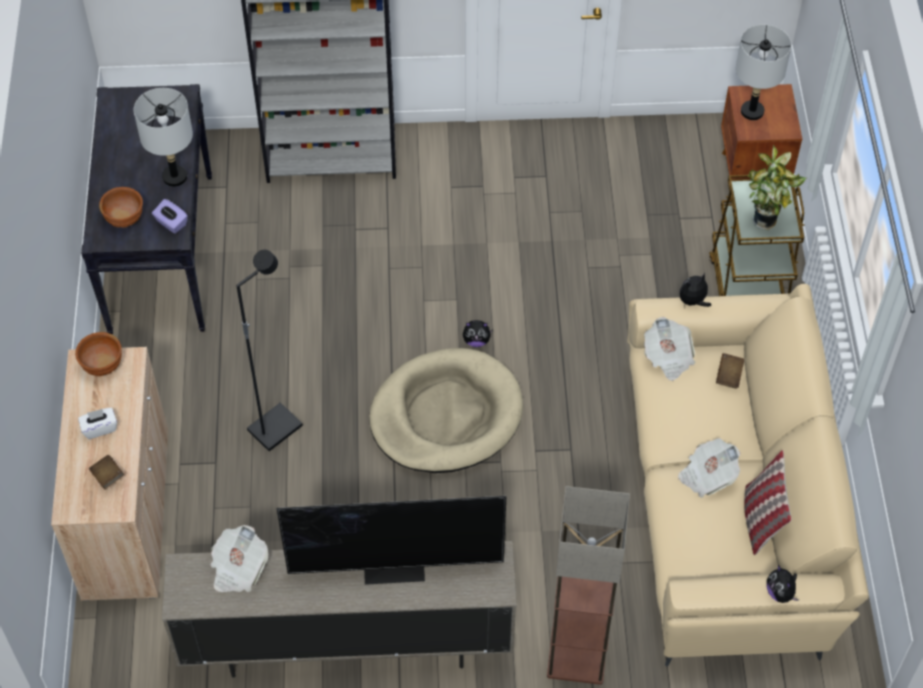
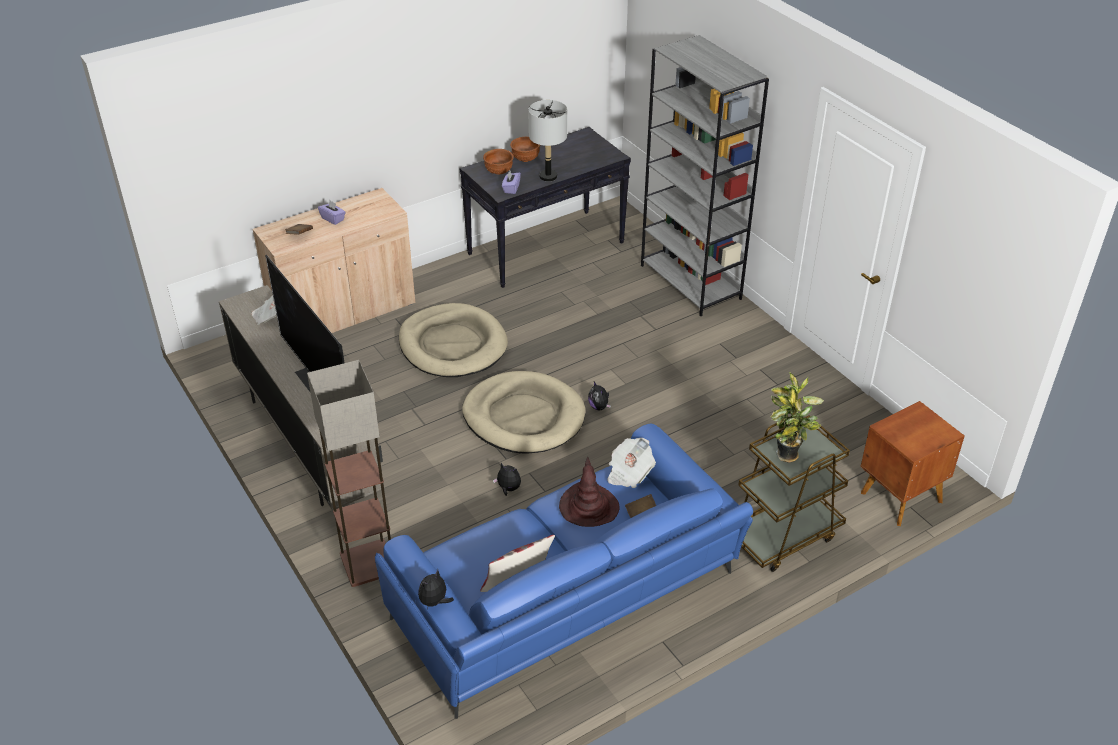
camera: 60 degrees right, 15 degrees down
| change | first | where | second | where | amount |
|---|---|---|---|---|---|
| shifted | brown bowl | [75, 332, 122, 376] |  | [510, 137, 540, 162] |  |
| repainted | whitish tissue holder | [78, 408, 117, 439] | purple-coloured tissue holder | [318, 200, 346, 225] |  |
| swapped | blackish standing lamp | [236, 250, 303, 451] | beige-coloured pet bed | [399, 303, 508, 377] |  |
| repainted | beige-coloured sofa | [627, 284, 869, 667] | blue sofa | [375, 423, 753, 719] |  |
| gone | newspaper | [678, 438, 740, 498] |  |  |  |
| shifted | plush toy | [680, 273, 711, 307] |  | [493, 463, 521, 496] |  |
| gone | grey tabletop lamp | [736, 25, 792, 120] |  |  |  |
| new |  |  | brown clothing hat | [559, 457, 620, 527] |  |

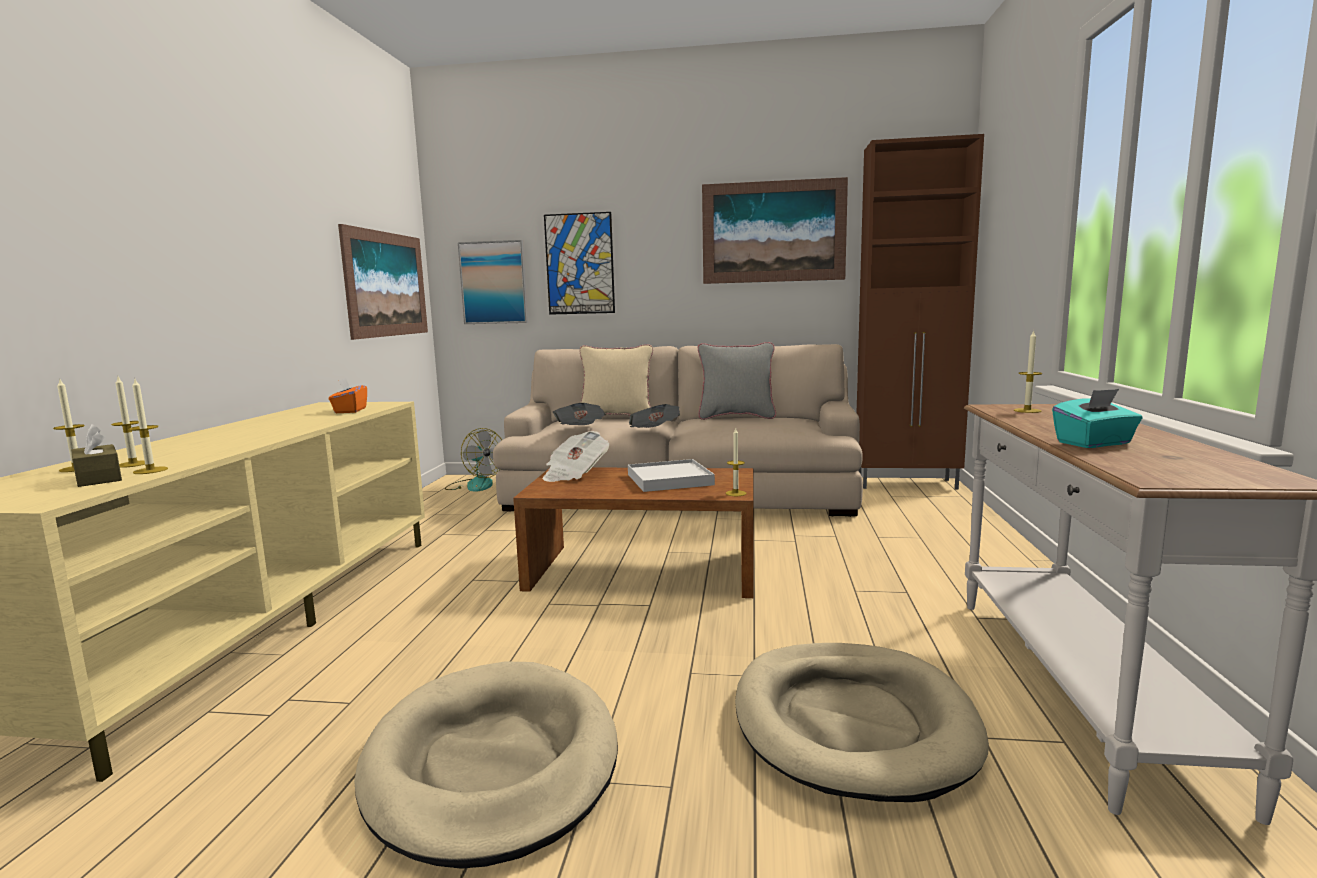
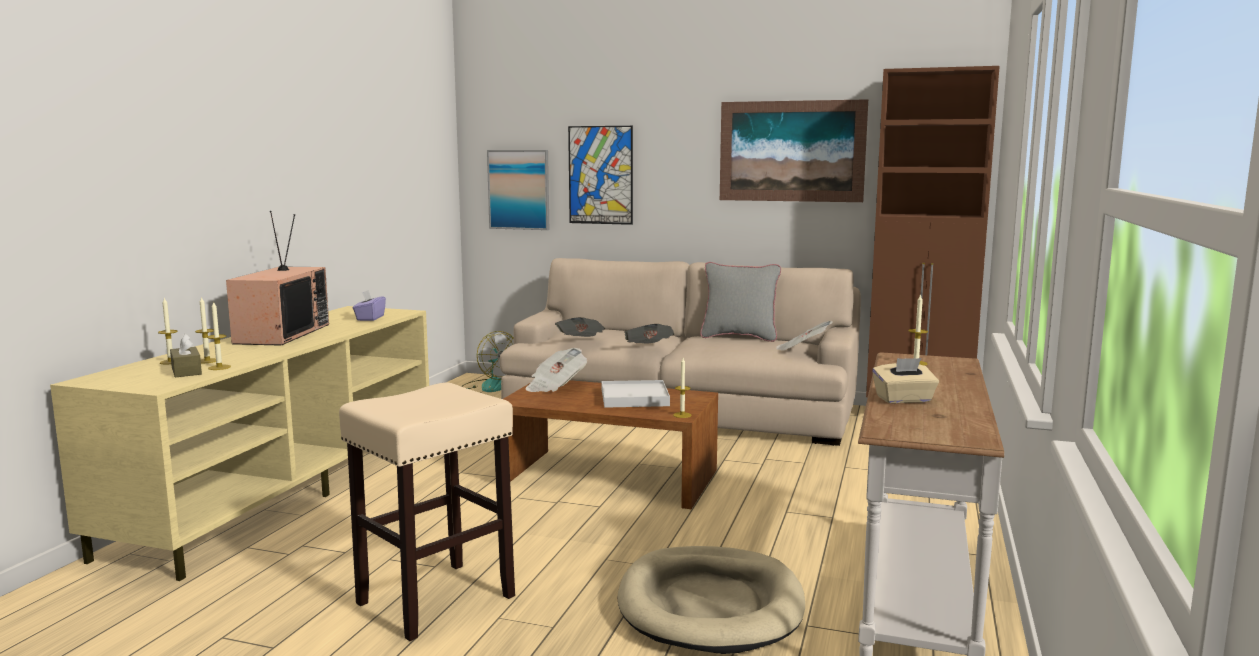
camera: 10 degrees right, 0 degrees up
| change | first | where | second | where | amount |
|---|---|---|---|---|---|
| repainted | orange-coloured tissue holder | [329, 378, 367, 413] | purple-coloured tissue holder | [353, 290, 386, 321] |  |
| gone | wall picture | [338, 224, 428, 340] |  |  |  |
| swapped | beige-coloured pet bed | [354, 661, 618, 869] | beige-coloured sitting stool | [339, 382, 515, 641] |  |
| gone | beige-coloured throw pillow | [580, 344, 653, 416] |  |  |  |
| repainted | turquoise-coloured tissue holder | [1052, 389, 1142, 448] | beige-coloured tissue holder | [872, 358, 939, 404] |  |
| new |  |  | TV | [226, 211, 329, 346] |  |
| new |  |  | newspaper | [776, 321, 833, 351] |  |

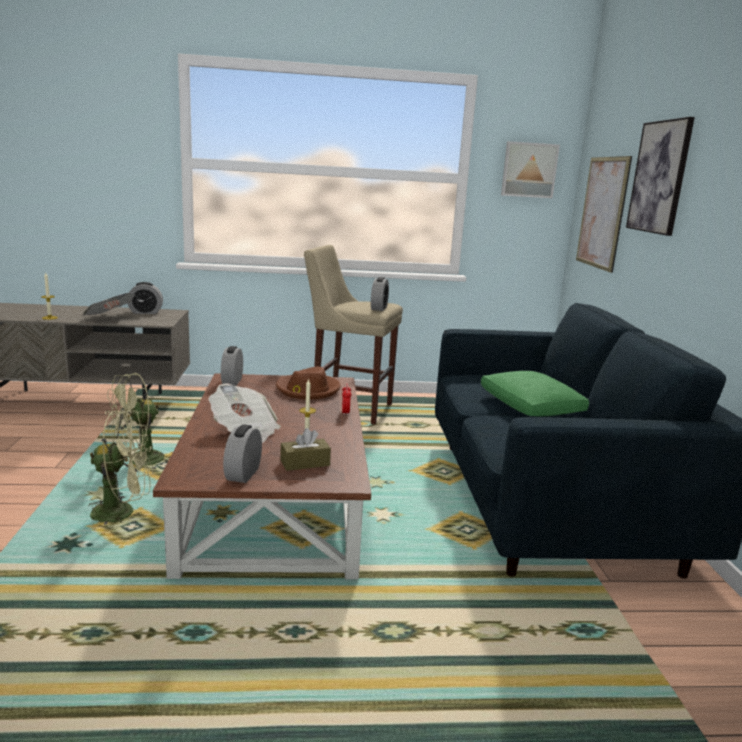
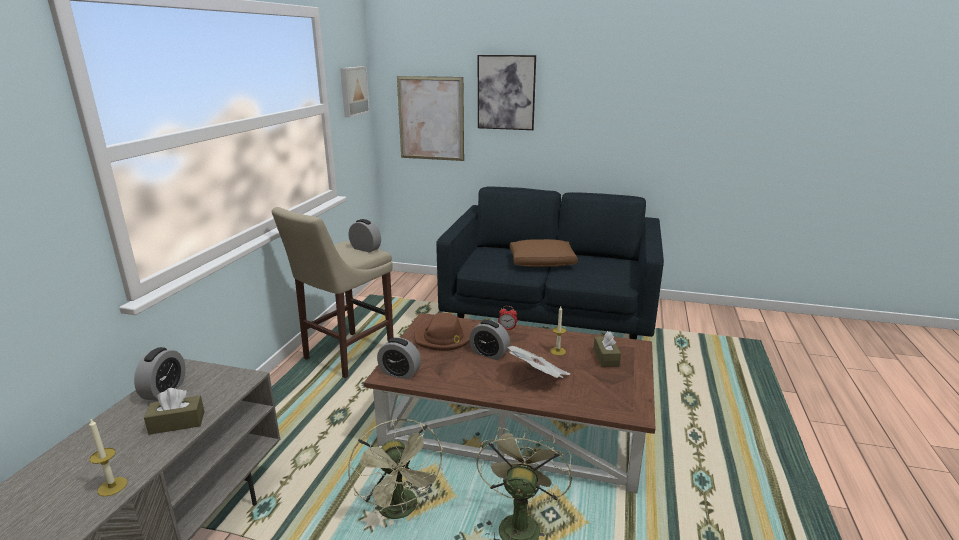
camera: 70 degrees left, 5 degrees up
| change | first | where | second | where | amount |
|---|---|---|---|---|---|
| swapped | newspaper | [82, 293, 135, 316] | brown tissue holder | [144, 388, 204, 435] |  |
| shifted | alarm clock | [223, 424, 262, 483] |  | [469, 320, 510, 360] |  |
| repainted | green-coloured throw pillow | [481, 371, 589, 417] | brown throw pillow | [510, 239, 578, 267] |  |

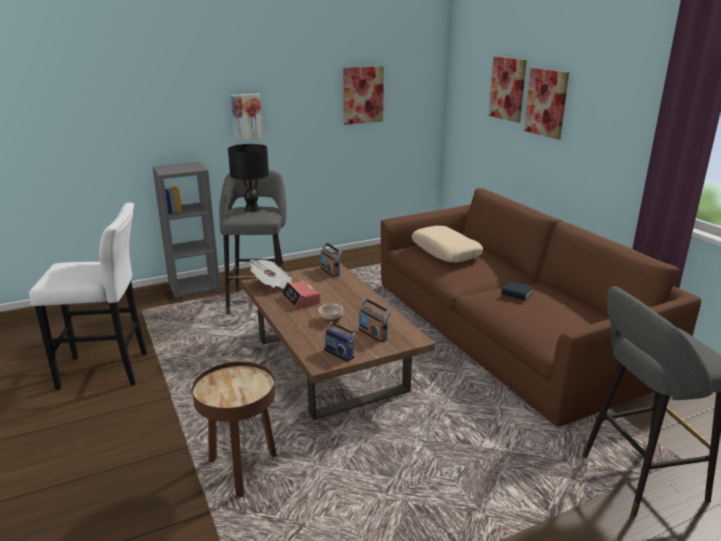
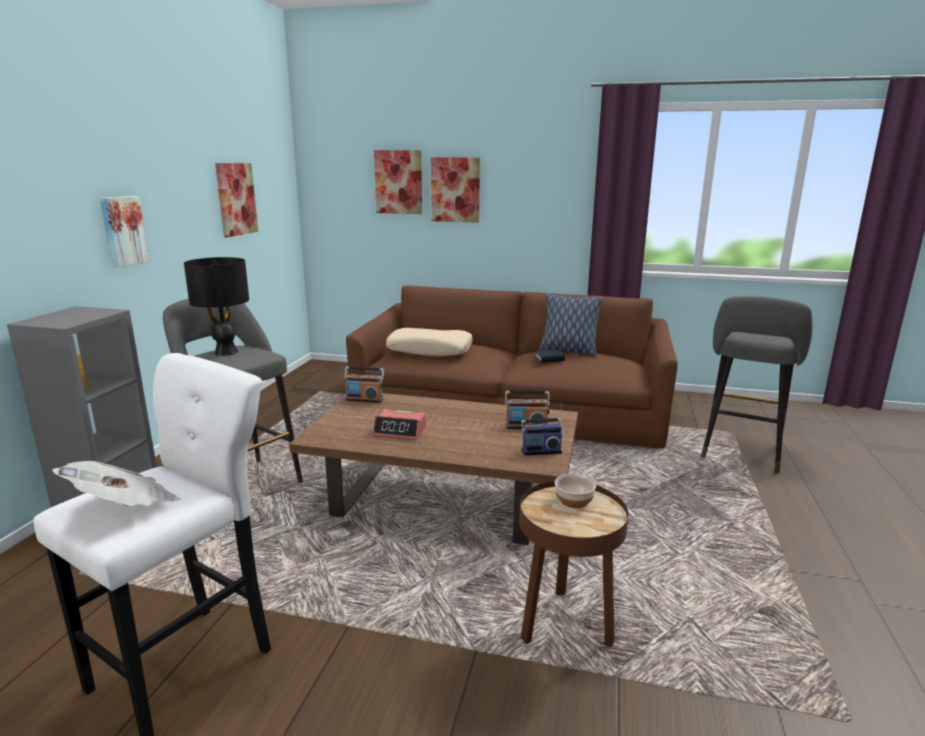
camera: 50 degrees left, 5 degrees down
| change | first | where | second | where | amount |
|---|---|---|---|---|---|
| shifted | newspaper | [250, 260, 292, 289] |  | [52, 461, 182, 506] |  |
| shifted | bowl | [318, 303, 343, 324] |  | [555, 474, 596, 509] |  |
| new |  |  | throw pillow | [539, 293, 603, 356] |  |

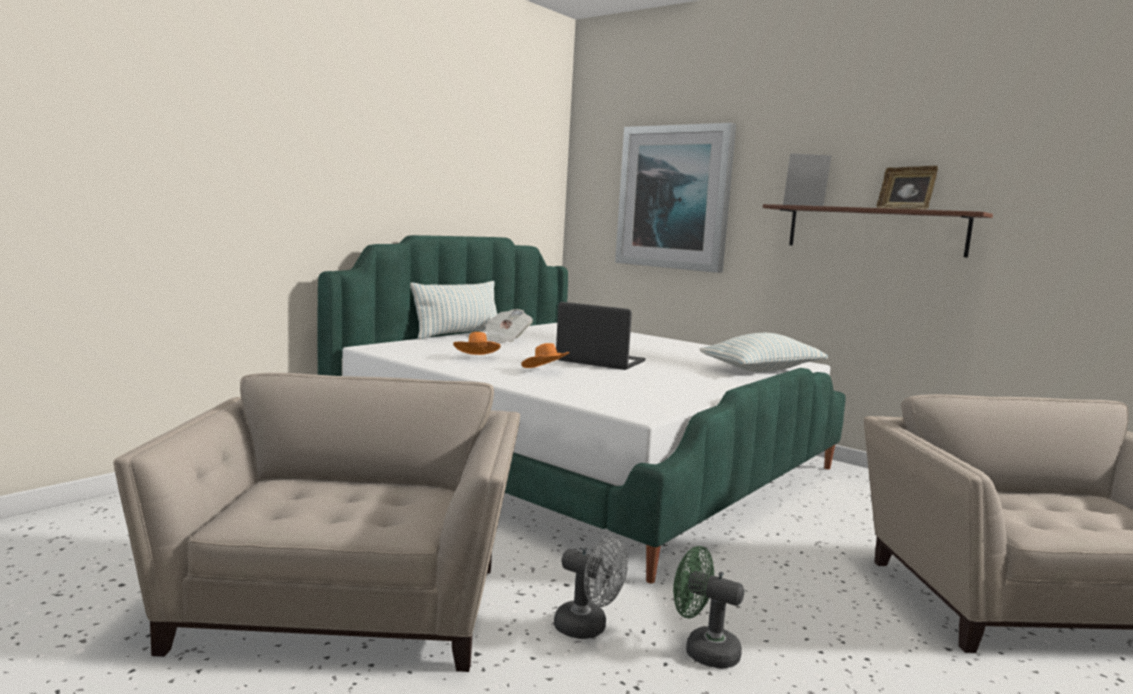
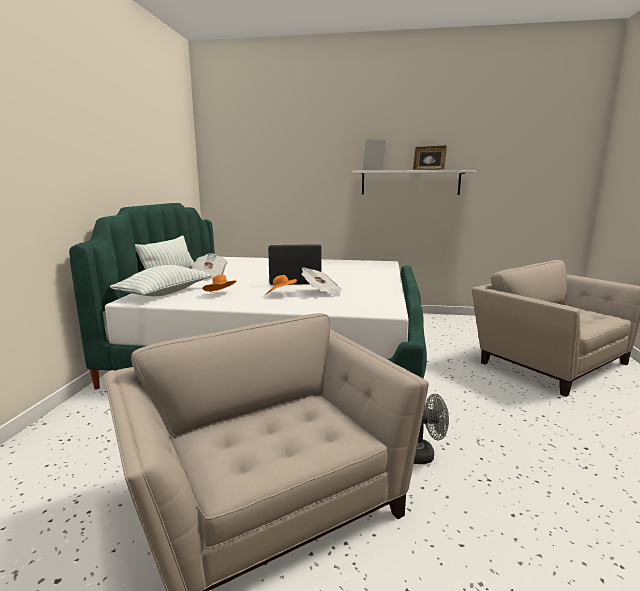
camera: 30 degrees left, 5 degrees up
| change | first | where | second | where | amount |
|---|---|---|---|---|---|
| gone | wall picture | [615, 123, 736, 273] |  |  |  |
| gone | green-coloured electric fan | [673, 546, 744, 669] |  |  |  |
| shifted | throw pillow | [699, 333, 828, 372] |  | [110, 265, 211, 296] |  |
| repainted | brown wall shelf | [763, 204, 993, 258] | whitish wall shelf | [352, 170, 476, 195] |  |
| new |  |  | newspaper | [302, 267, 342, 297] |  |

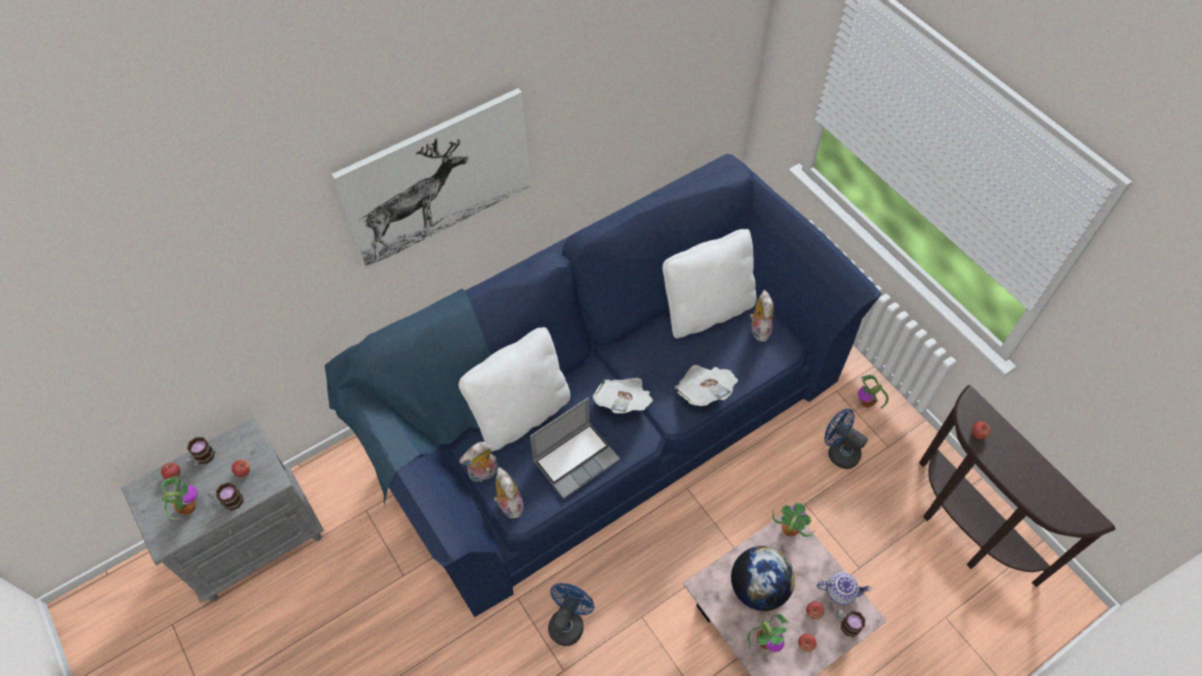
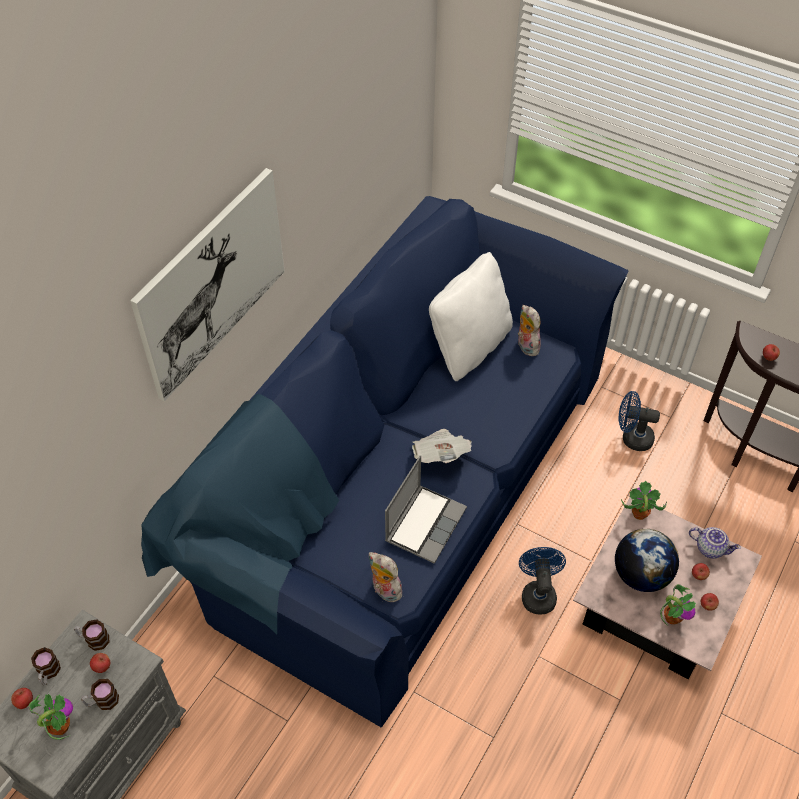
camera: 25 degrees left, 5 degrees down
| change | first | where | second | where | amount |
|---|---|---|---|---|---|
| gone | whitish throw pillow | [459, 327, 570, 452] |  |  |  |
| gone | plush toy | [459, 442, 498, 482] |  |  |  |
| shifted | blue electric fan | [548, 583, 595, 646] |  | [519, 547, 566, 615] |  |
| gone | newspaper | [674, 365, 738, 406] |  |  |  |
| rotated | teapot | [817, 573, 872, 605] |  | [689, 527, 741, 559] | 45 degrees clockwise |
| shifted | mug | [835, 610, 865, 637] |  | [74, 620, 109, 651] |  |
| gone | potted plant | [858, 375, 889, 409] |  |  |  |

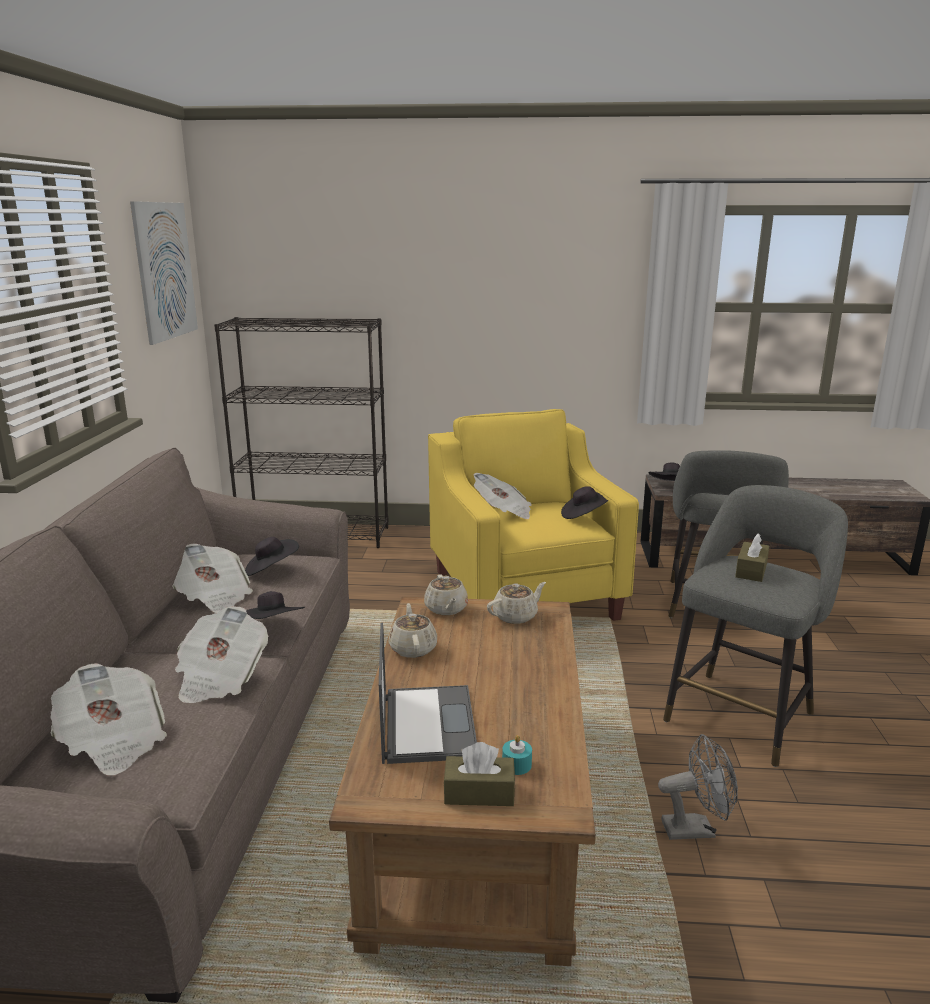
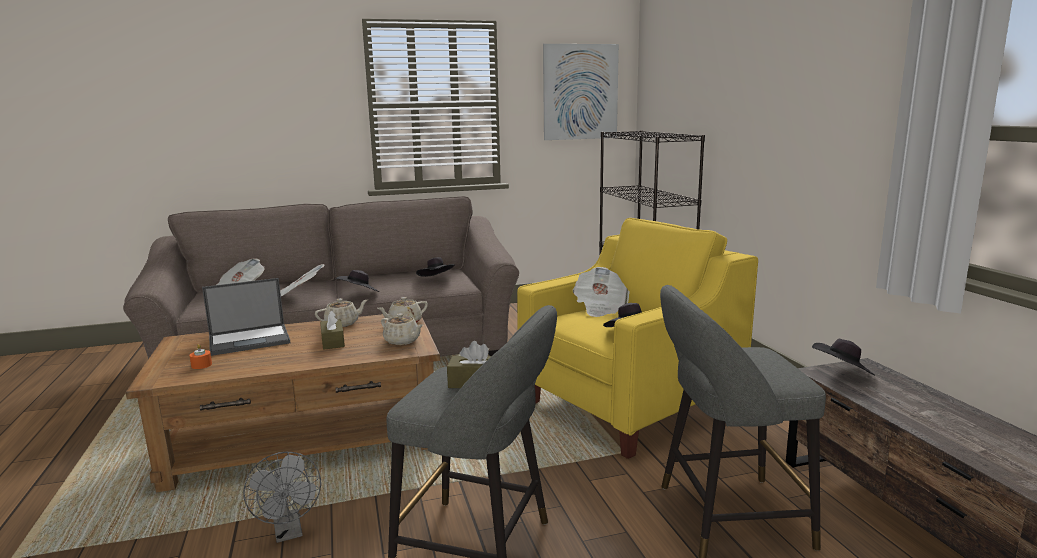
camera: 70 degrees right, 5 degrees down
| change | first | where | second | where | amount |
|---|---|---|---|---|---|
| gone | newspaper | [172, 543, 252, 613] |  |  |  |
| shifted | brown tissue holder | [443, 742, 515, 806] |  | [320, 310, 345, 350] |  |
| repainted | turquoise-coloured candle | [502, 735, 532, 775] | orange-coloured candle | [189, 344, 212, 369] |  |

